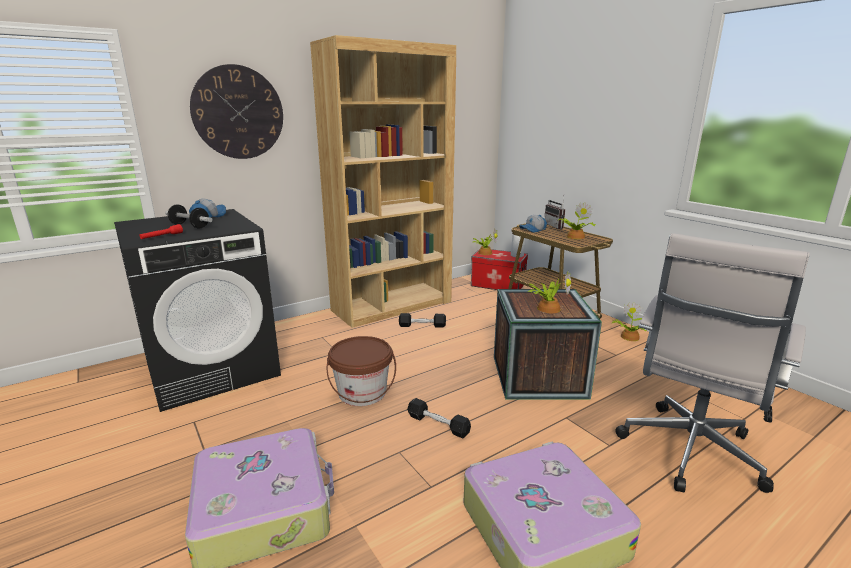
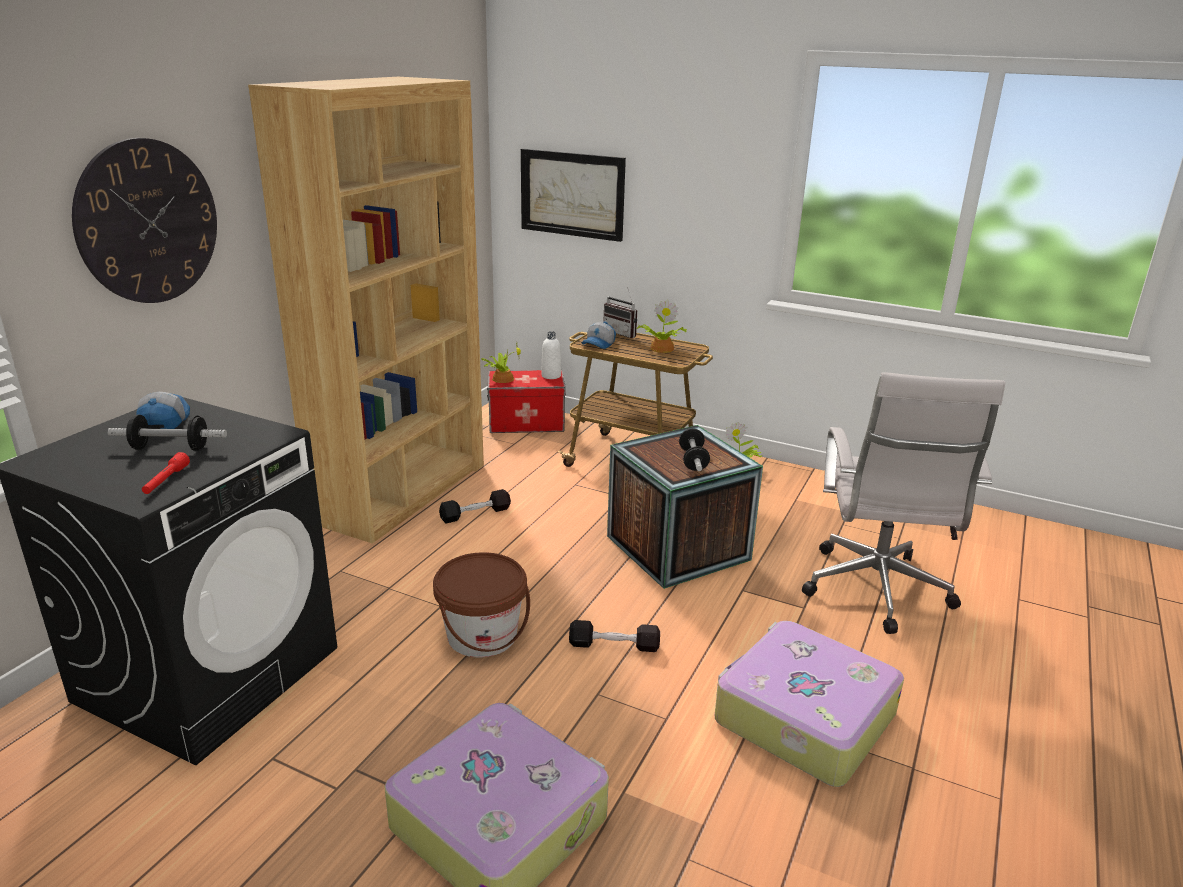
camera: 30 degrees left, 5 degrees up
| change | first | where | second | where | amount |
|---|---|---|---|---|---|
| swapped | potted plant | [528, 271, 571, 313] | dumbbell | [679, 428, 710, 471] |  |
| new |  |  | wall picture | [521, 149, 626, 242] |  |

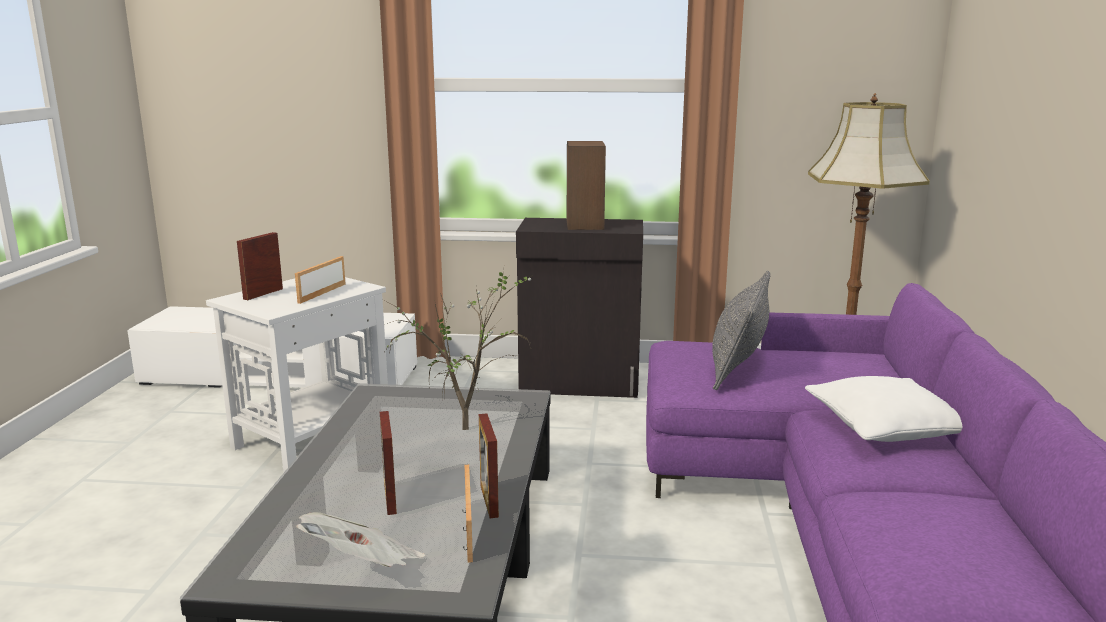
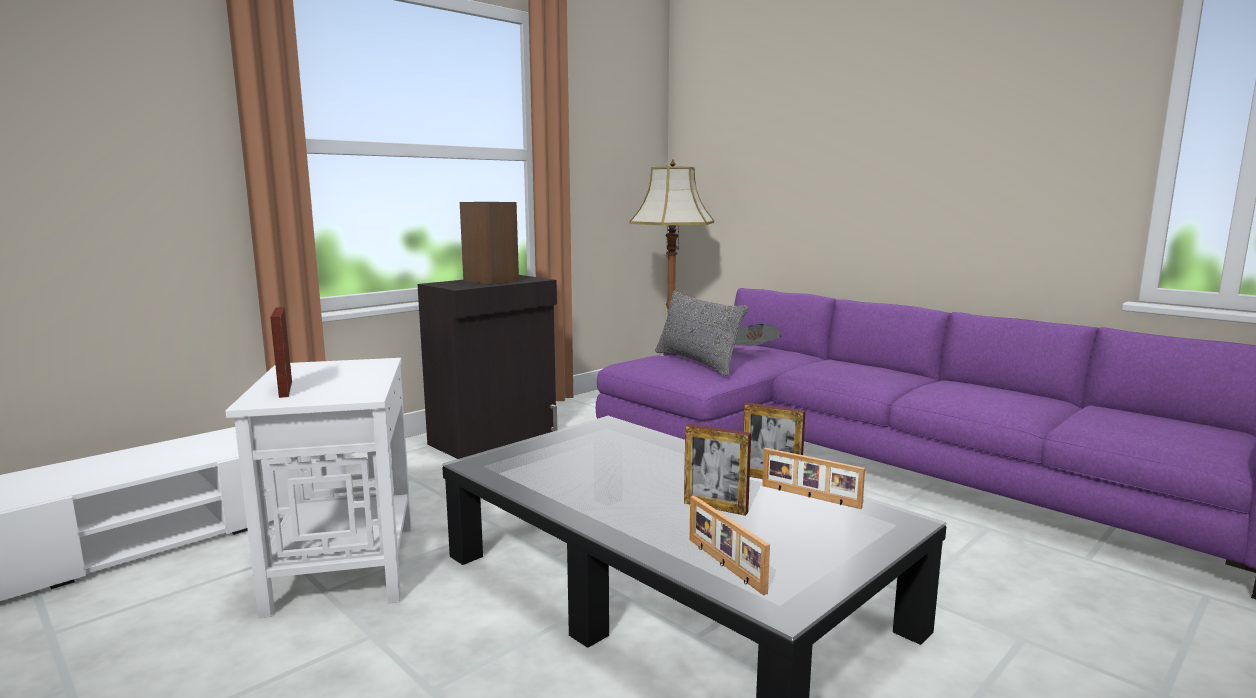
camera: 50 degrees left, 5 degrees down
| change | first | where | second | where | amount |
|---|---|---|---|---|---|
| shifted | photo frame | [295, 256, 346, 304] |  | [689, 496, 770, 595] |  |
| shifted | newspaper | [296, 512, 425, 567] |  | [735, 324, 782, 346] |  |
| gone | potted plant | [384, 262, 533, 430] |  |  |  |
| gone | whitish throw pillow | [805, 376, 962, 442] |  |  |  |

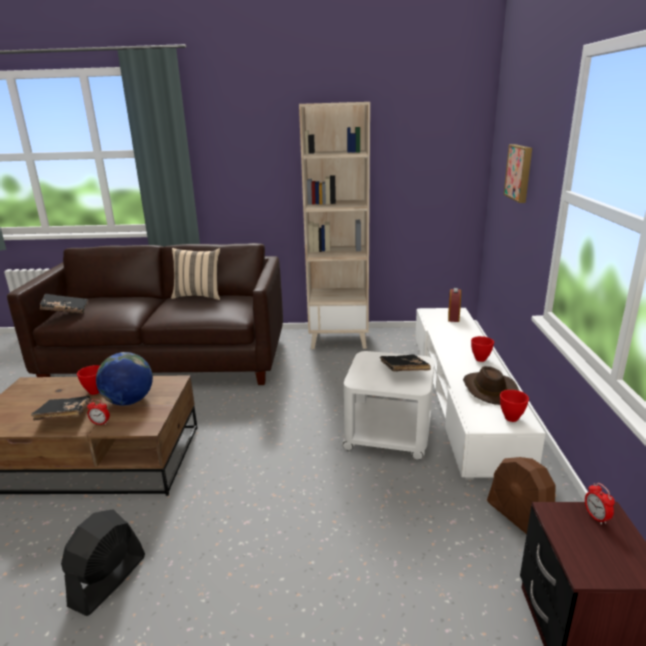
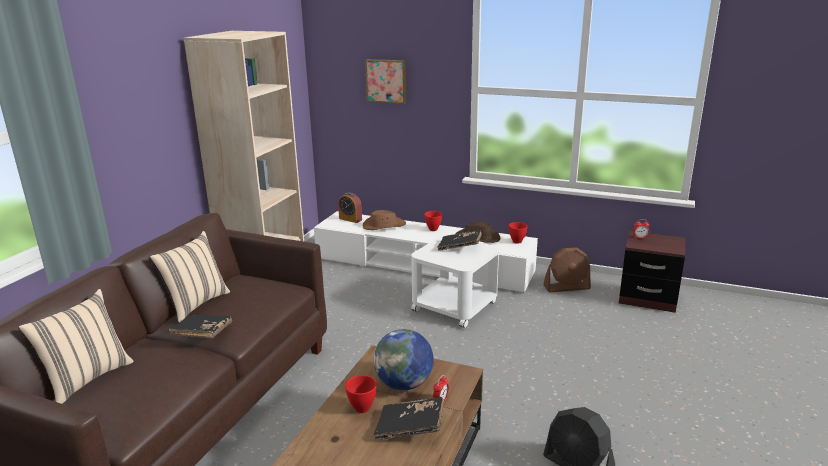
camera: 70 degrees left, 0 degrees up
| change | first | where | second | where | amount |
|---|---|---|---|---|---|
| shifted | blackish bound book | [40, 294, 88, 314] |  | [169, 314, 232, 338] |  |
| new |  |  | beige-coloured throw pillow | [18, 289, 134, 404] |  |
| new |  |  | brown clothing hat | [363, 210, 406, 230] |  |

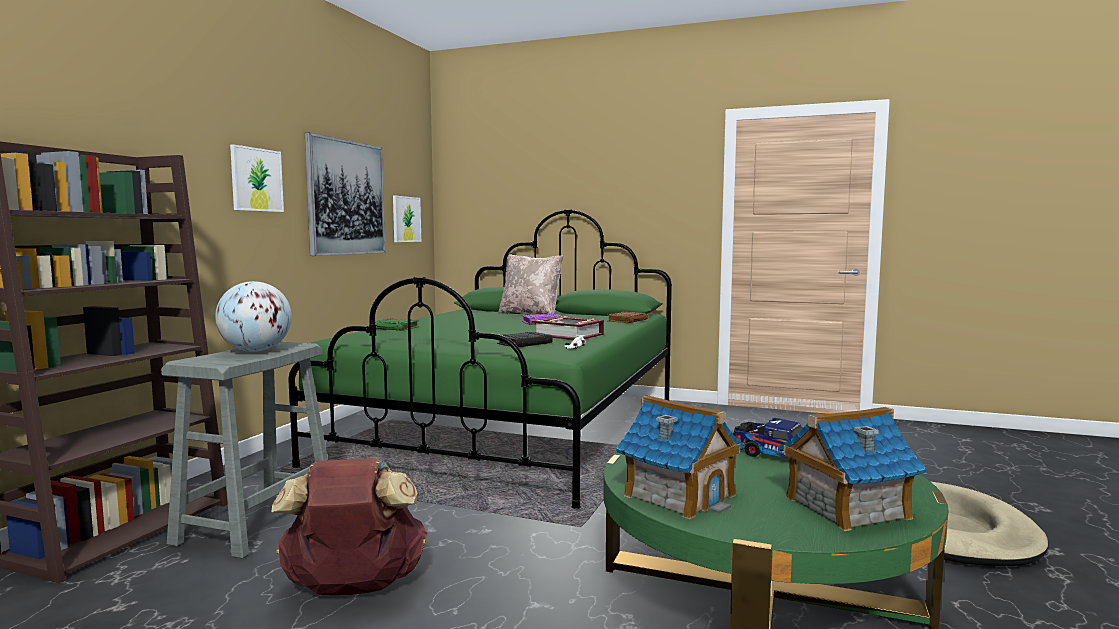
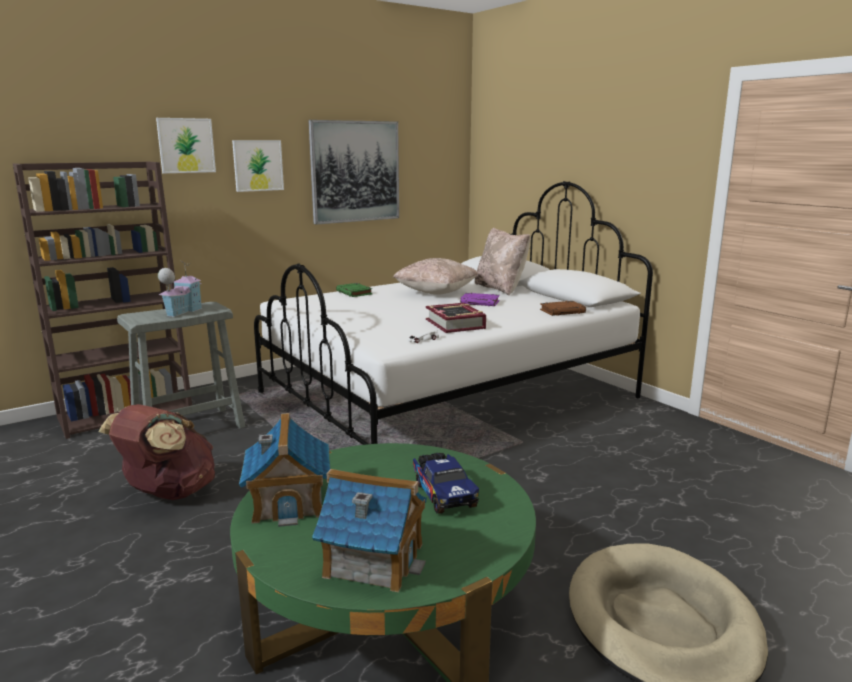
camera: 35 degrees right, 10 degrees up
| change | first | where | second | where | amount |
|---|---|---|---|---|---|
| swapped | desk globe | [215, 281, 292, 352] | toy house | [158, 261, 202, 317] |  |
| repainted | green-coloured bedroom bed | [288, 209, 672, 509] | whitish bedroom bed | [254, 181, 653, 445] |  |
| shifted | wall picture | [393, 196, 421, 242] |  | [156, 118, 216, 173] |  |
| gone | blackish bound book | [497, 332, 553, 347] |  |  |  |
| new |  |  | beige-coloured throw pillow | [393, 258, 478, 295] |  |

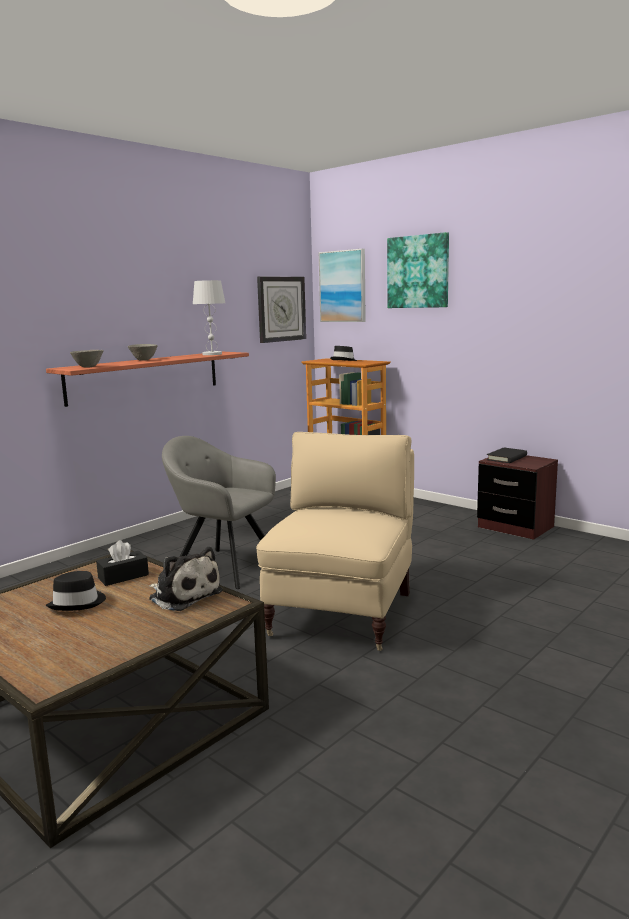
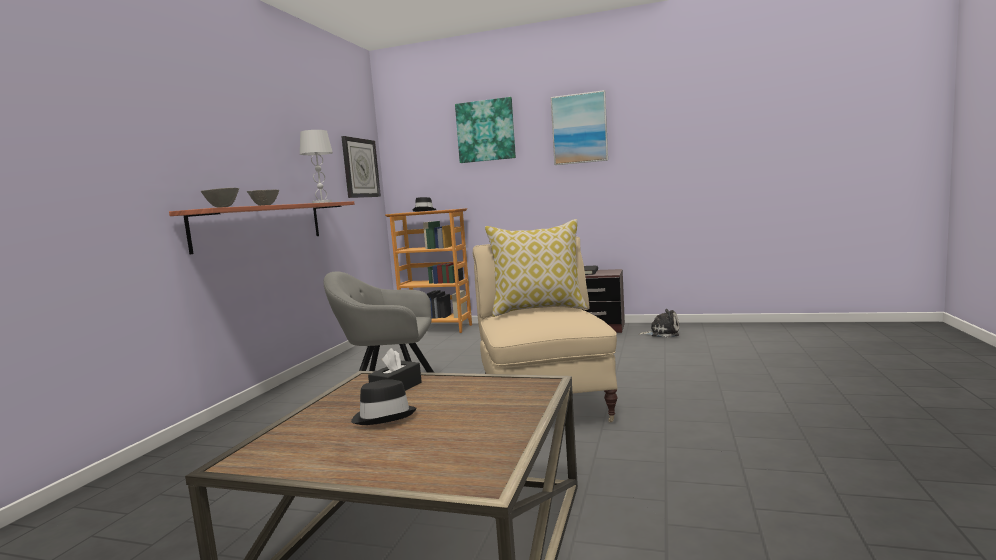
camera: 25 degrees left, 5 degrees down
| change | first | where | second | where | amount |
|---|---|---|---|---|---|
| shifted | plush toy | [149, 547, 223, 611] |  | [639, 309, 679, 338] |  |
| shifted | wall picture | [319, 249, 366, 322] |  | [551, 90, 608, 165] |  |
| new |  |  | throw pillow | [485, 219, 588, 317] |  |

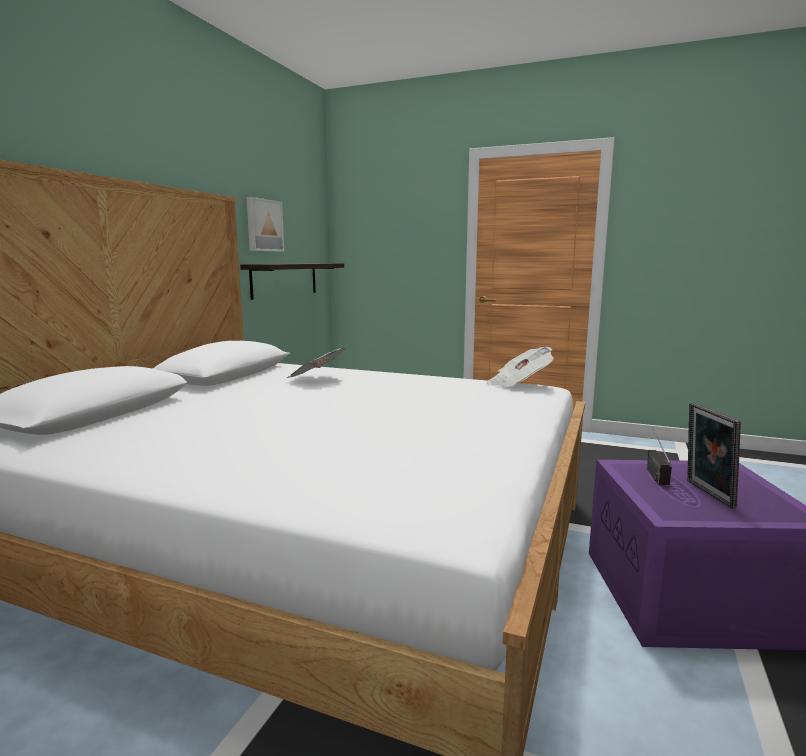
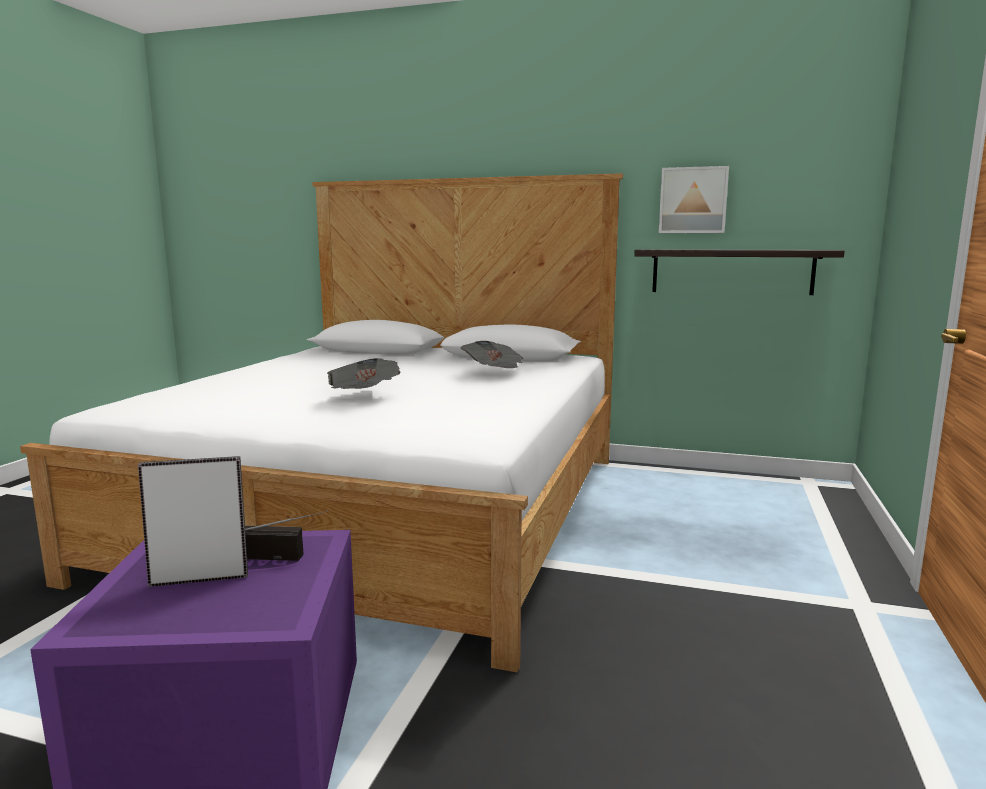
camera: 85 degrees right, 0 degrees up
| change | first | where | second | where | amount |
|---|---|---|---|---|---|
| shifted | newspaper | [487, 347, 554, 387] |  | [327, 358, 401, 389] |  |

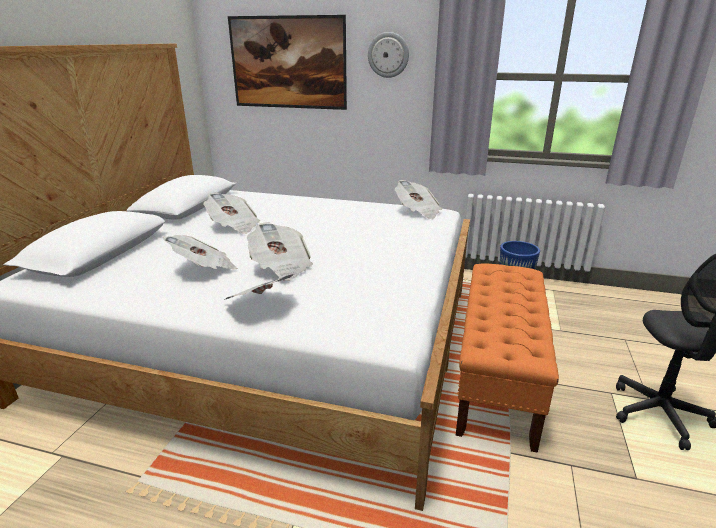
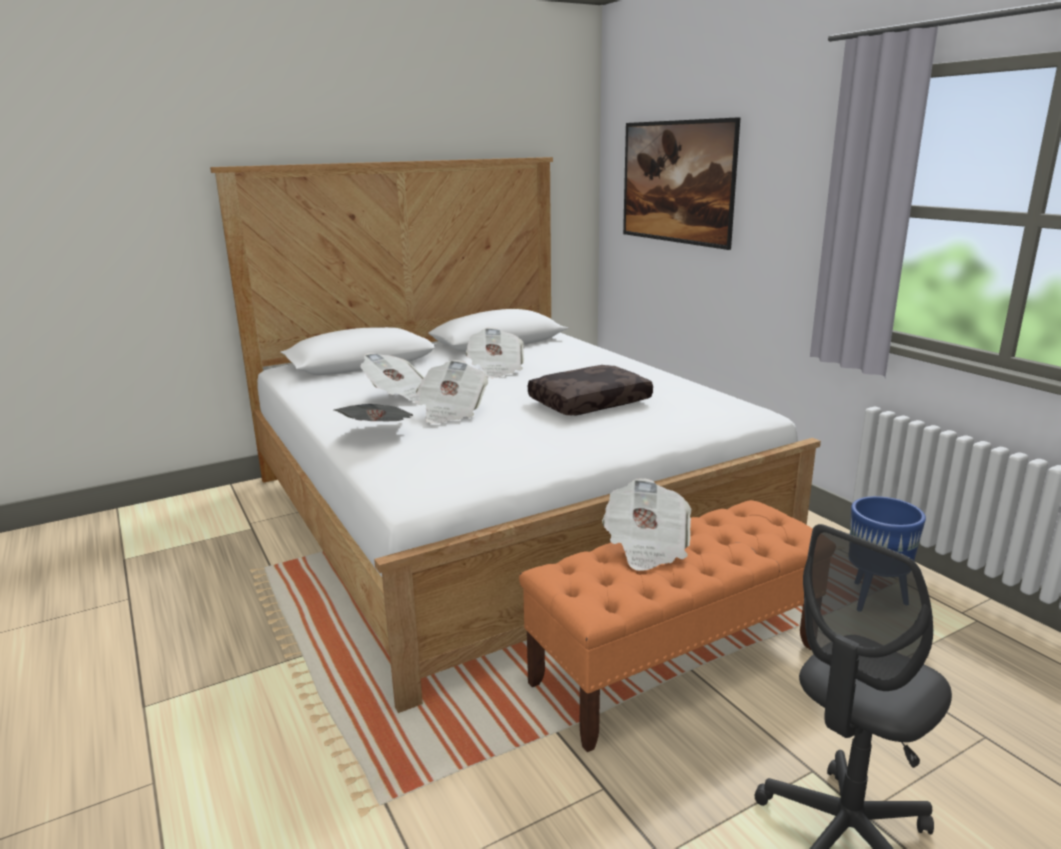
camera: 45 degrees right, 5 degrees down
| change | first | where | second | where | amount |
|---|---|---|---|---|---|
| gone | wall clock | [368, 32, 409, 78] |  |  |  |
| shifted | newspaper | [395, 180, 442, 219] |  | [602, 478, 691, 571] |  |
| new |  |  | brown throw pillow | [528, 365, 653, 416] |  |

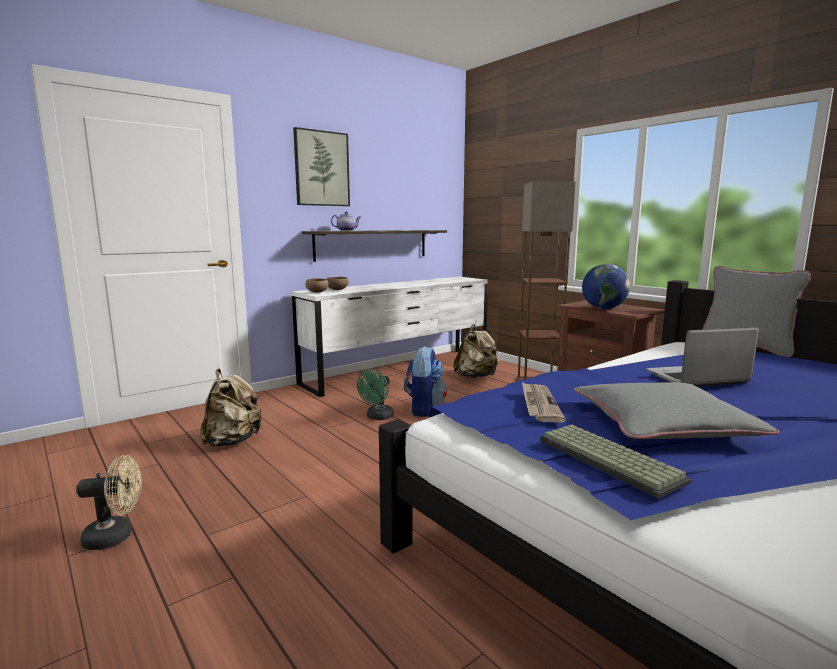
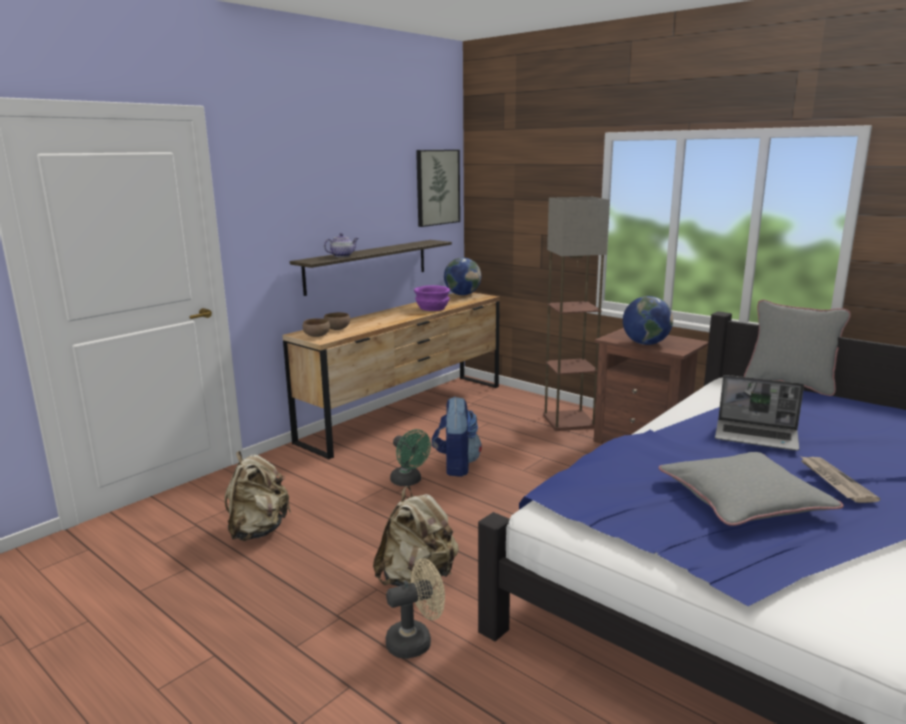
camera: 10 degrees left, 5 degrees up
| change | first | where | second | where | amount |
|---|---|---|---|---|---|
| shifted | beige-coloured electric fan | [76, 455, 142, 550] |  | [386, 558, 445, 659] |  |
| repainted | whitish chest of drawers | [292, 277, 488, 397] | brown chest of drawers | [283, 292, 500, 460] |  |
| shifted | wall picture | [293, 127, 350, 206] |  | [416, 150, 460, 227] |  |
| rotated | green-coloured electric fan | [357, 369, 394, 420] |  | [390, 429, 431, 486] | 60 degrees counterclockwise |
| shifted | beige-coloured backpack | [453, 324, 500, 378] |  | [373, 486, 459, 586] |  |
| shifted | newspaper | [522, 382, 566, 422] |  | [800, 456, 880, 503] |  |
| gone | keyboard | [540, 425, 691, 499] |  |  |  |
| rotated | notebook computer | [646, 327, 759, 386] |  | [715, 375, 804, 451] | 135 degrees counterclockwise |
| new |  |  | purple-coloured bowl | [414, 285, 450, 311] |  |
| new |  |  | desk globe | [444, 257, 481, 295] |  |

